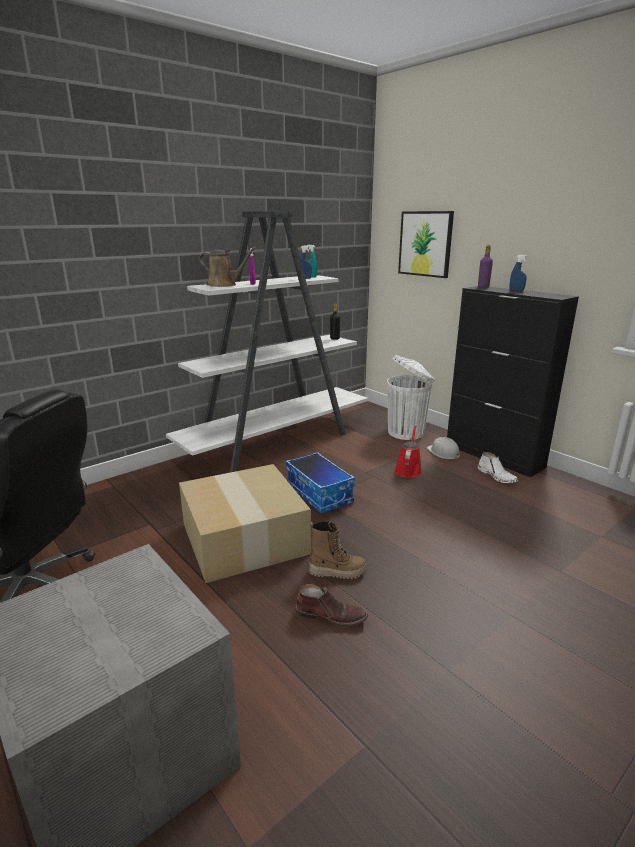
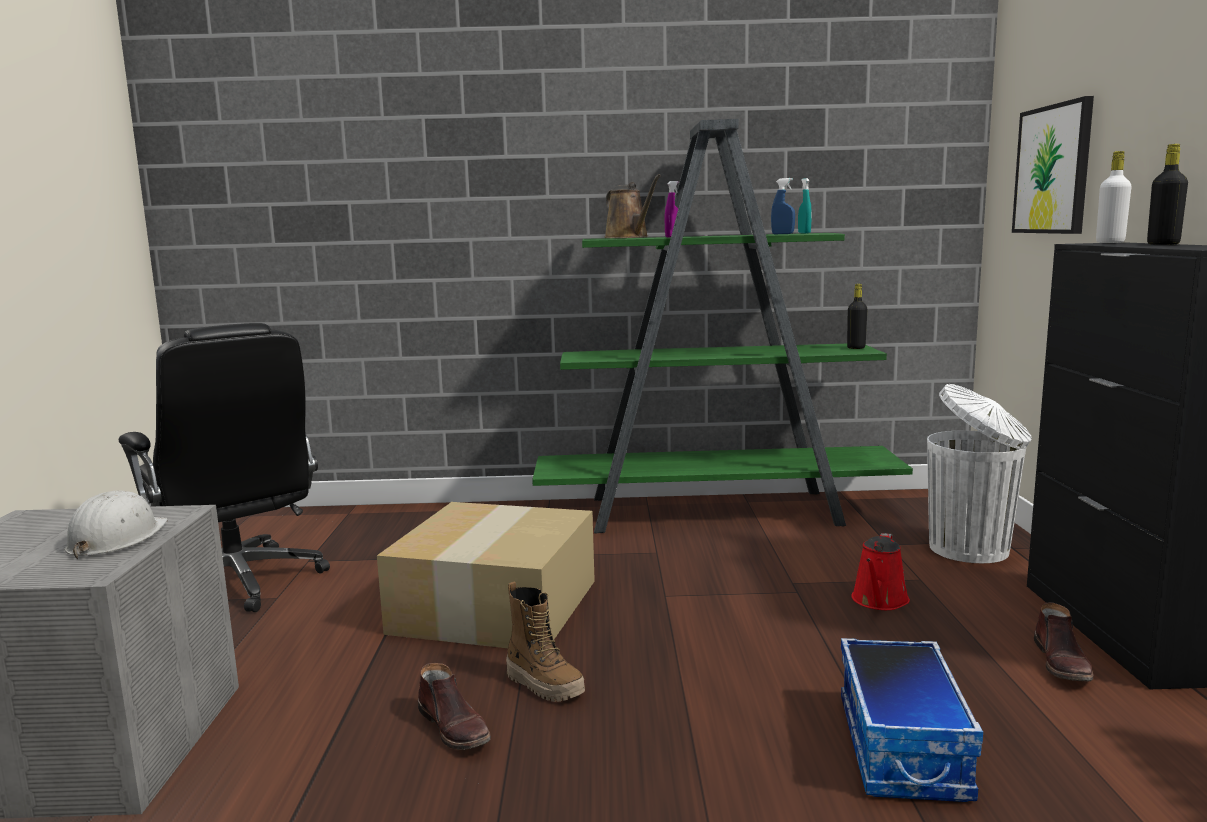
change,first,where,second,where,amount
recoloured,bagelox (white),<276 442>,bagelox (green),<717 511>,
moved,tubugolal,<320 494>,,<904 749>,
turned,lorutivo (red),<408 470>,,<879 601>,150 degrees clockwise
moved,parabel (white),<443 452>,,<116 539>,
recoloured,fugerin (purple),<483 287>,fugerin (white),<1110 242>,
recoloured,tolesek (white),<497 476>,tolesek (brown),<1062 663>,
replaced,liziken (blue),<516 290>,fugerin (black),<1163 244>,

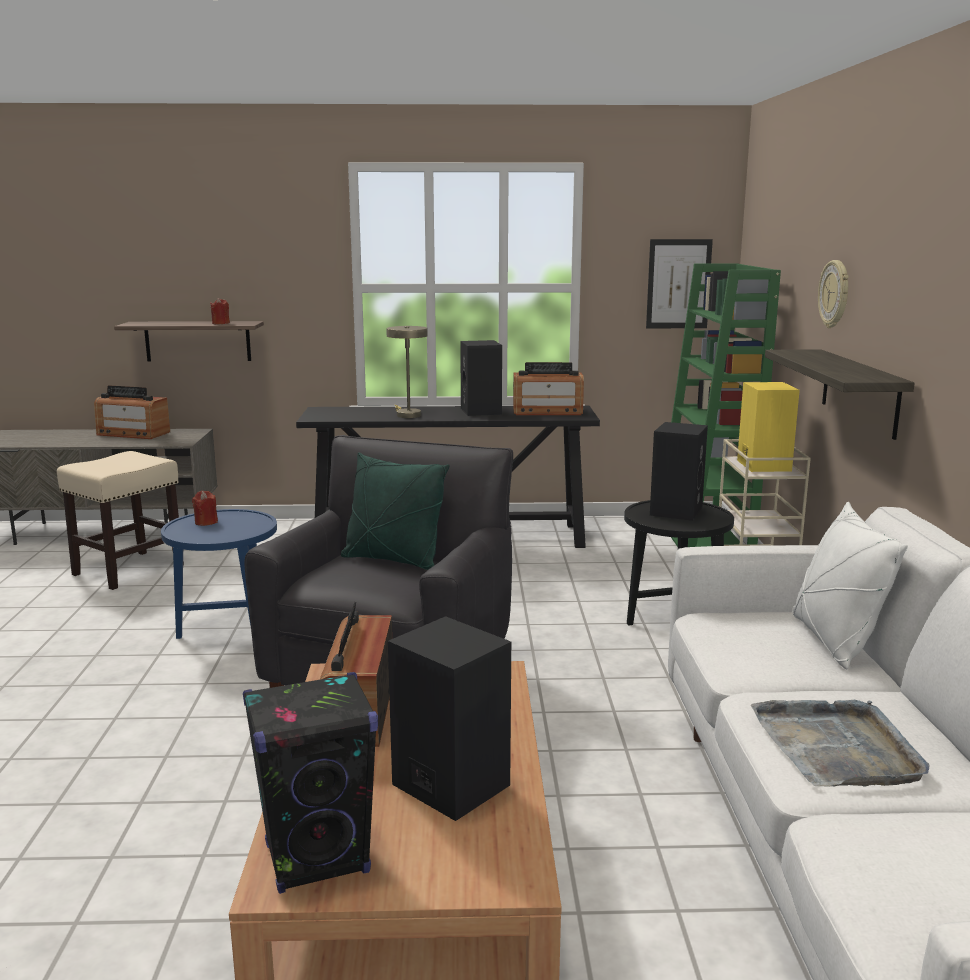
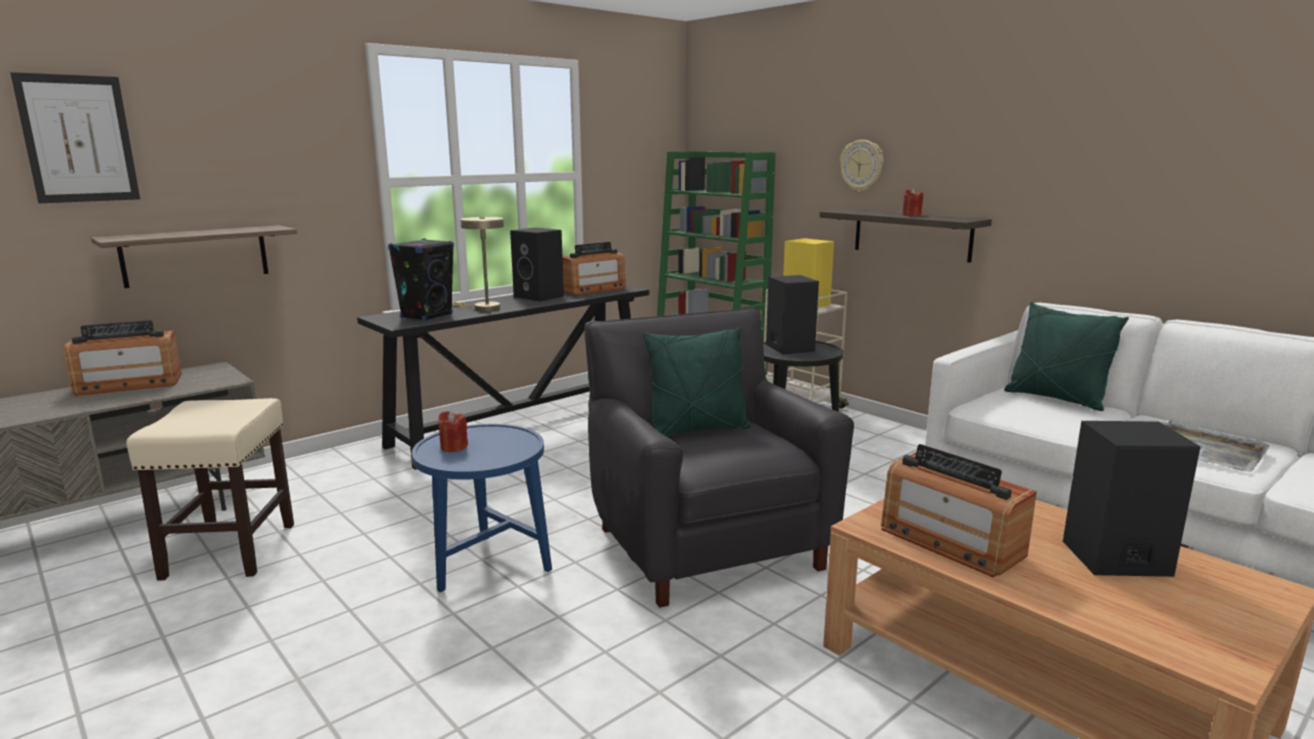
change,first,where,second,where,amount
moved,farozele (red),<220 323>,,<911 215>,
moved,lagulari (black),<318 859>,,<427 316>,
moved,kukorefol,<678 284>,,<78 139>,
recoloured,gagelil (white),<834 641>,gagelil (green),<1056 399>,

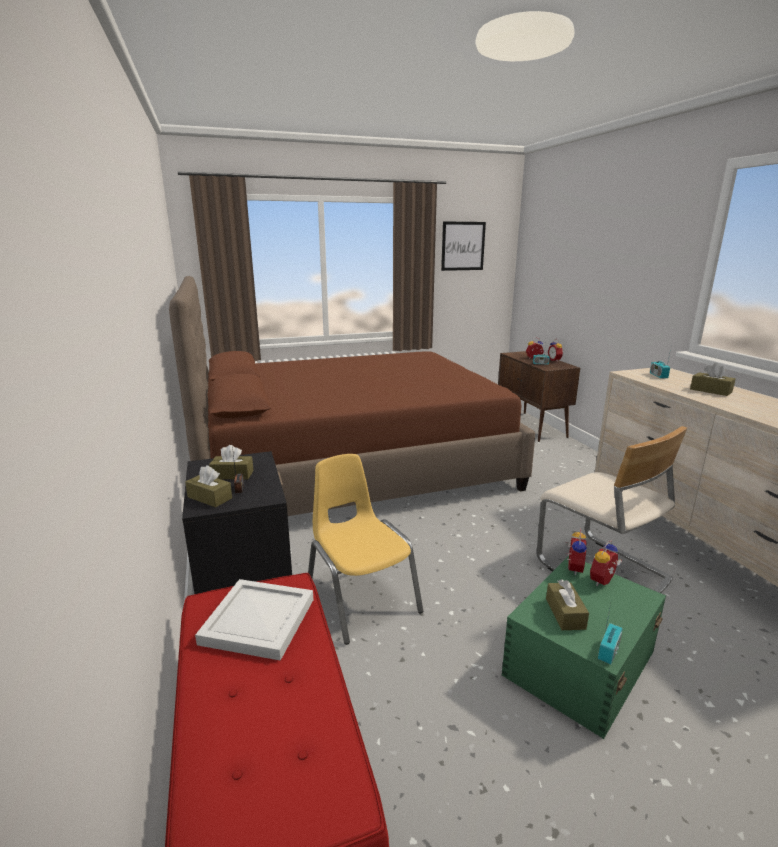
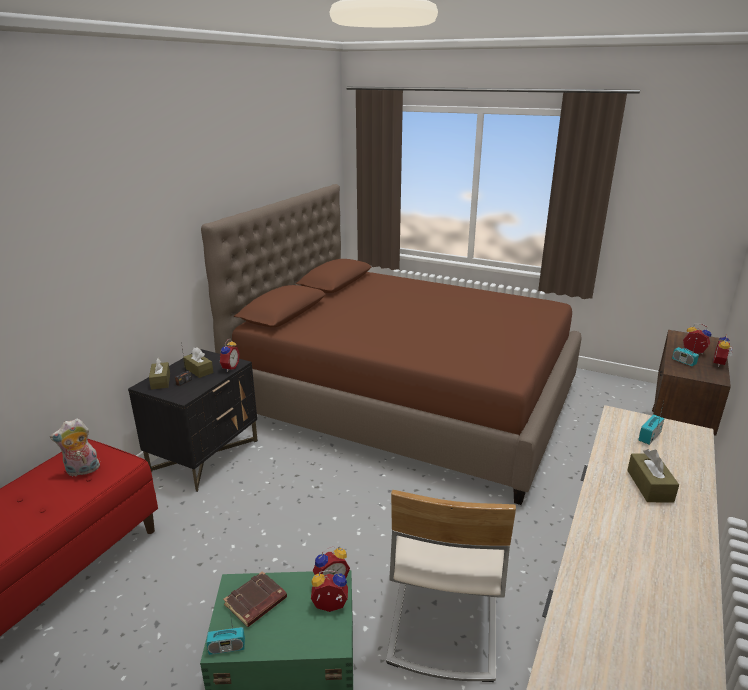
change,first,where,second,where,amount
replaced,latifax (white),<257 620>,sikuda,<82 471>,
removed,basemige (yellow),<361 597>,,,
removed,kukorefol,<463 246>,,,
replaced,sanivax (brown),<565 613>,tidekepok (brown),<256 603>,
added,,,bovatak,<229 368>,

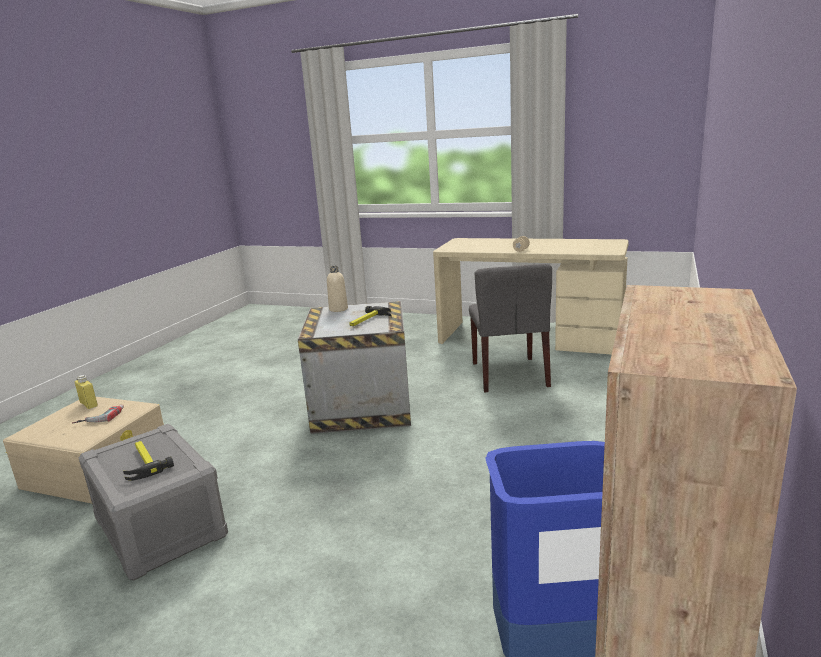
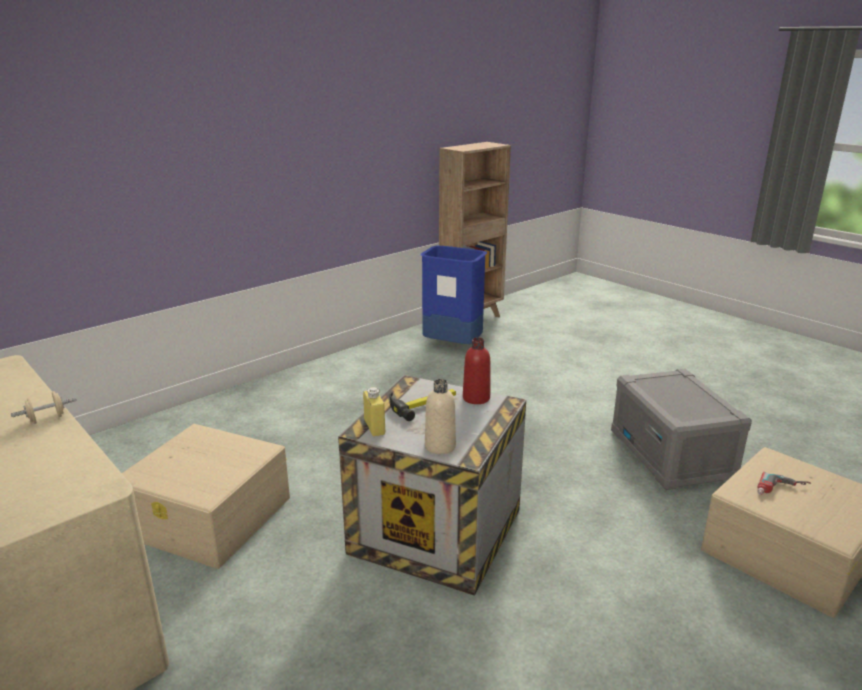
change,first,where,second,where,amount
moved,fugerin (yellow),<89 404>,,<374 427>,
removed,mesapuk,<143 462>,,,
replaced,basemige (grey),<510 374>,tubugolal (beige),<210 516>,
added,,,fugerin (red),<476 398>,

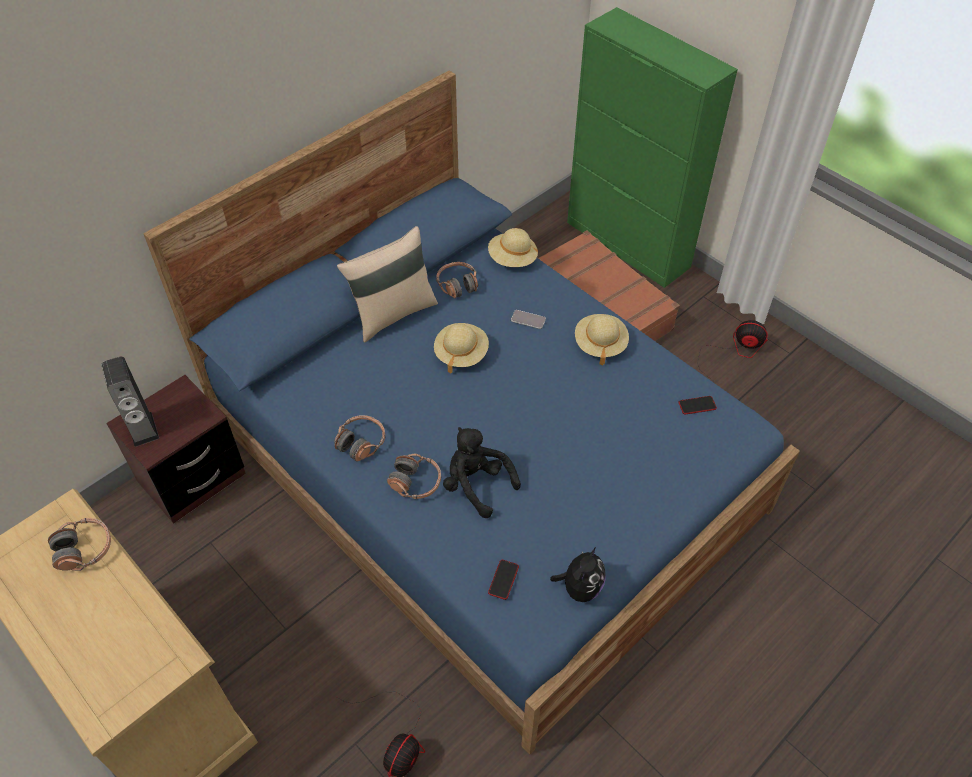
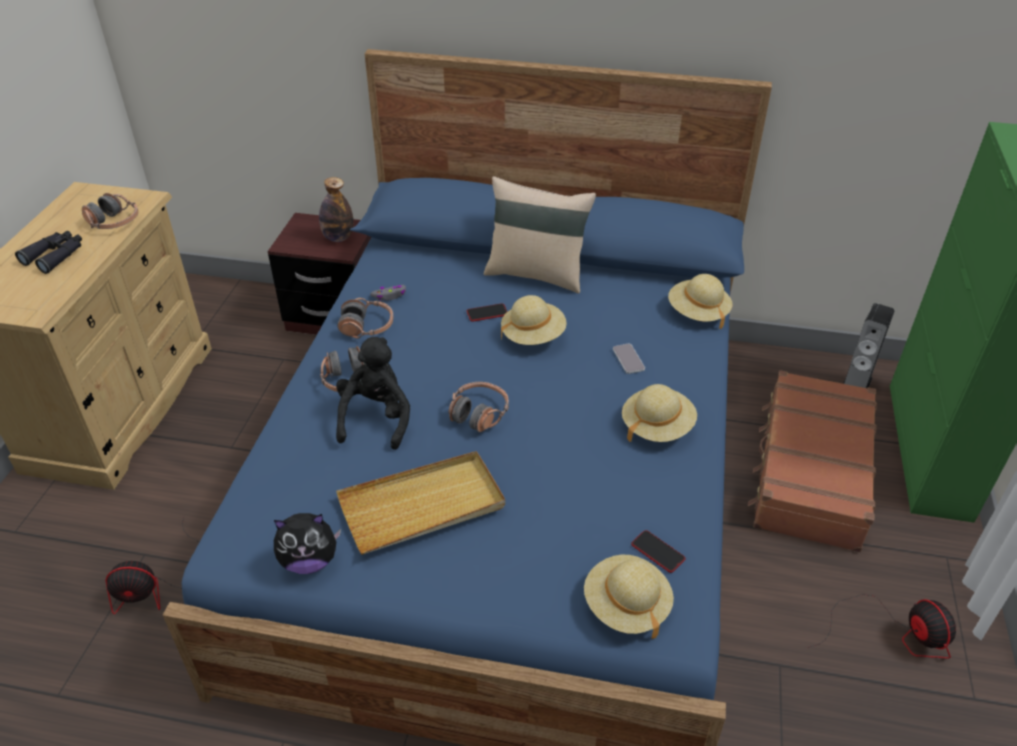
change,first,where,second,where,amount
moved,lagulari,<143 429>,,<856 384>,
moved,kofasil,<457 285>,,<479 413>,
moved,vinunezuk,<503 580>,,<487 313>,
added,,,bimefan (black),<56 256>,
added,,,fugerin,<338 238>,
added,,,latifax (beige),<422 506>,
added,,,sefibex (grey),<390 296>,
added,,,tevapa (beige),<626 606>,

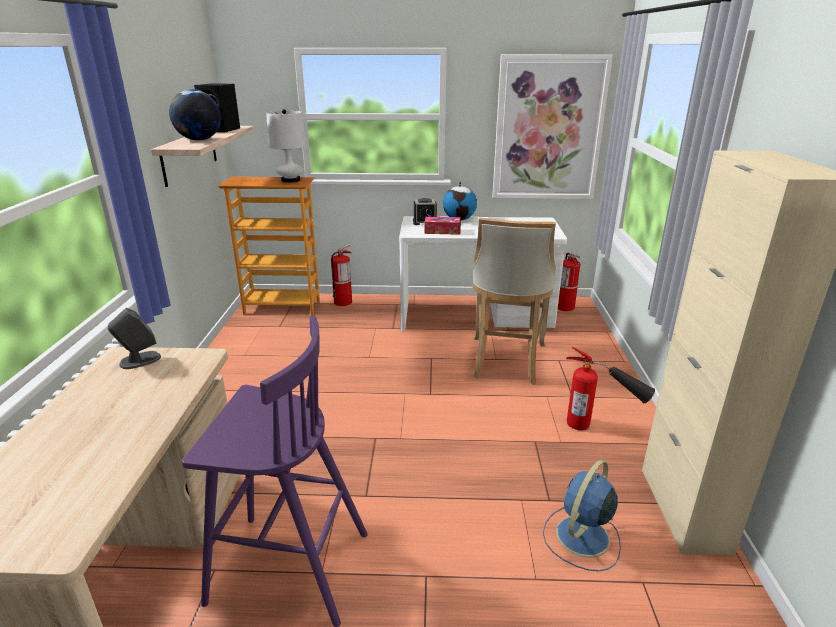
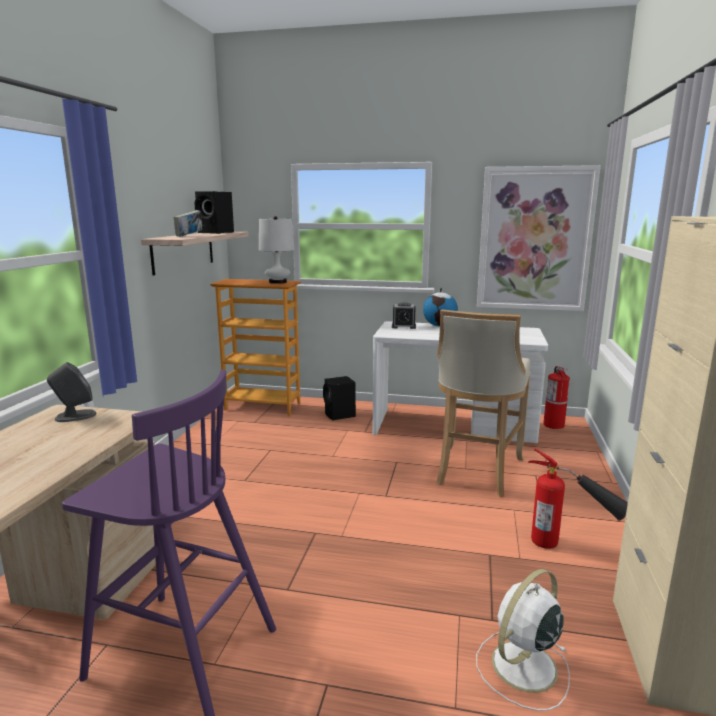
change,first,where,second,where,amount
replaced,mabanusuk,<199 140>,tidekepok,<189 236>,
removed,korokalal,<343 302>,,,
removed,sanivax,<442 231>,,,
recoloured,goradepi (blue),<581 537>,goradepi (white),<522 667>,
added,,,lagulari (black),<340 415>,

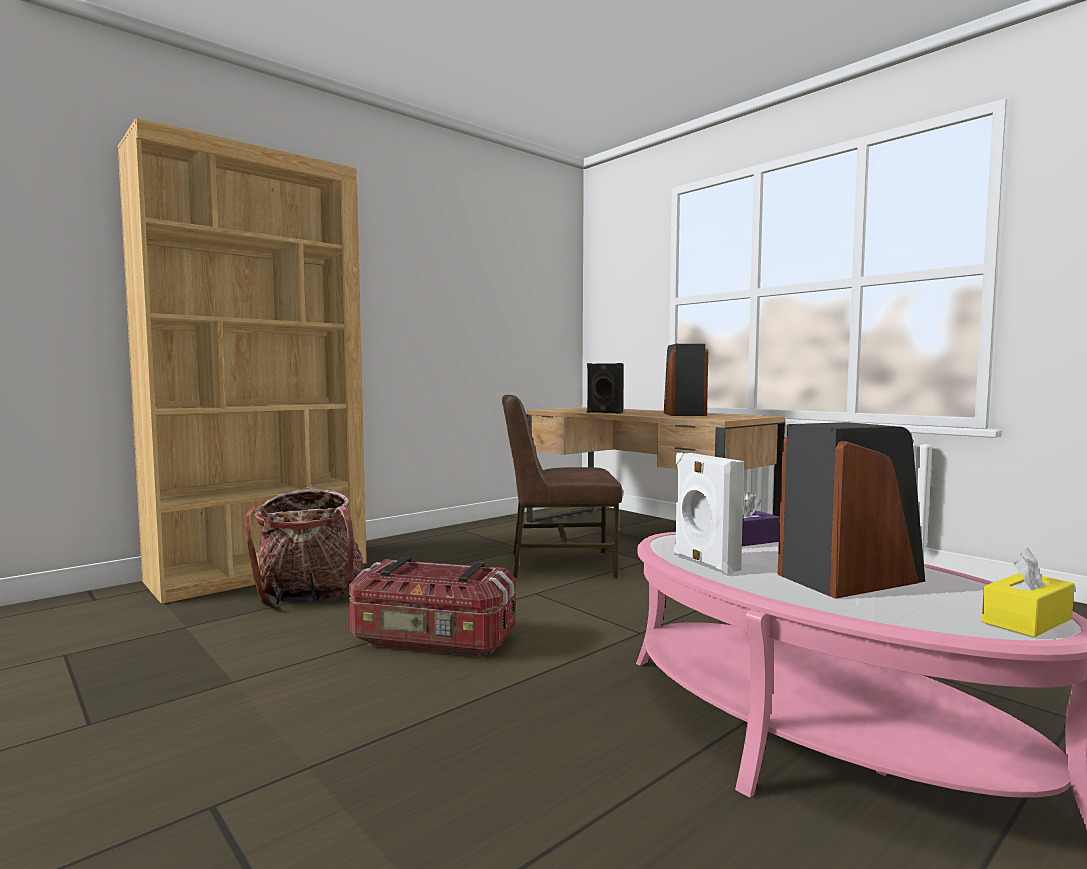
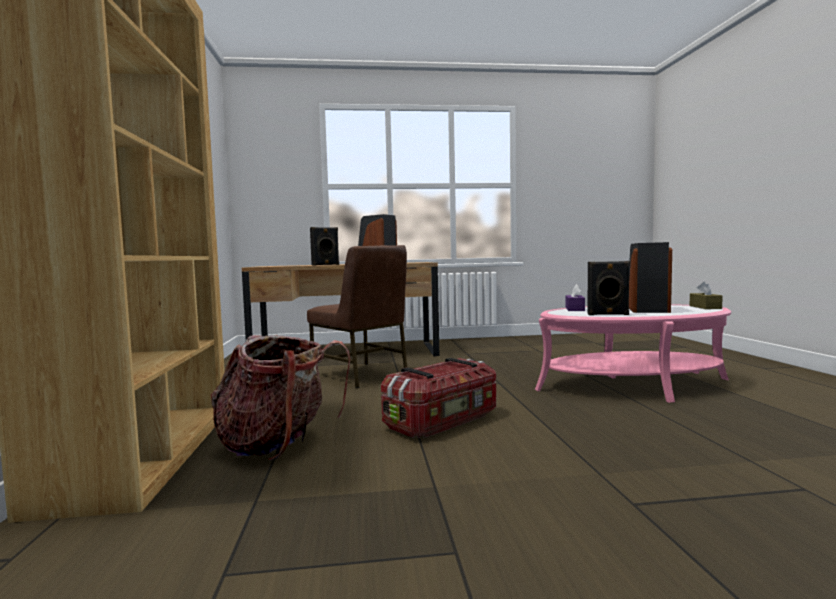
change,first,where,second,where,amount
turned,basemige (brown),<559 564>,,<361 375>,75 degrees counterclockwise
recoloured,lagulari (white),<704 563>,lagulari (black),<608 314>,
recoloured,sanivax (yellow),<1027 621>,sanivax (brown),<705 307>,

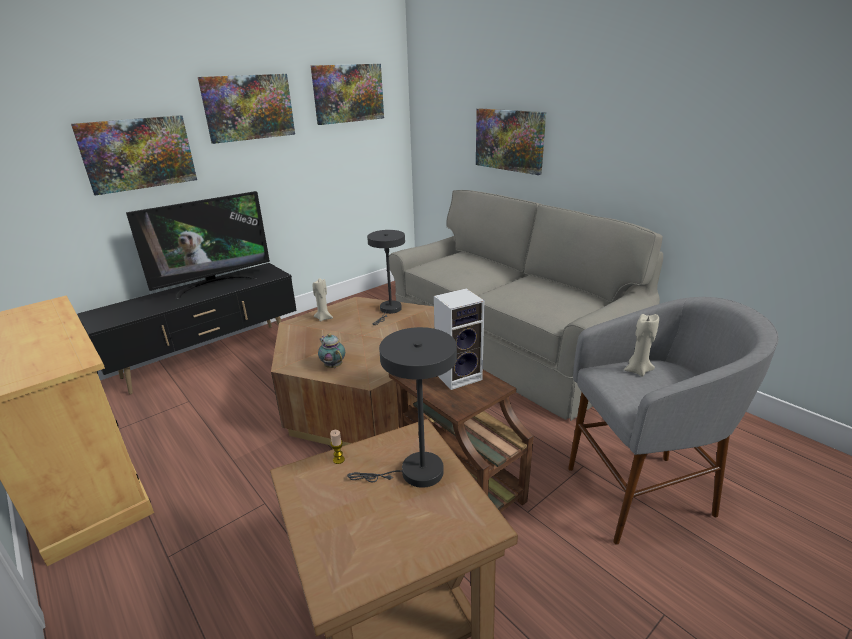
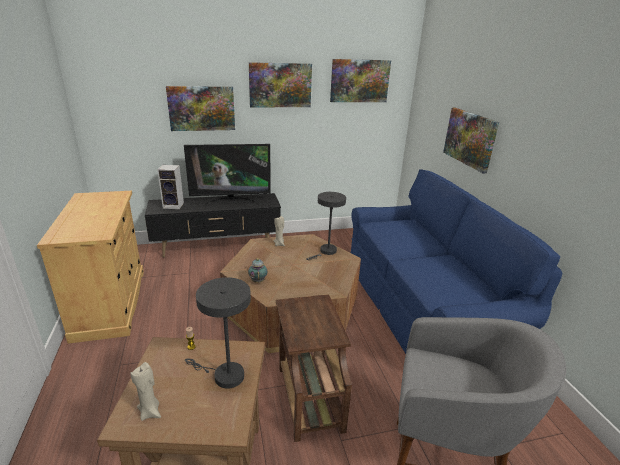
change,first,where,second,where,amount
recoloured,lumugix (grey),<507 346>,lumugix (blue),<421 306>,
moved,lagulari,<459 375>,,<174 205>,
moved,farozele (beige),<637 370>,,<150 412>,

